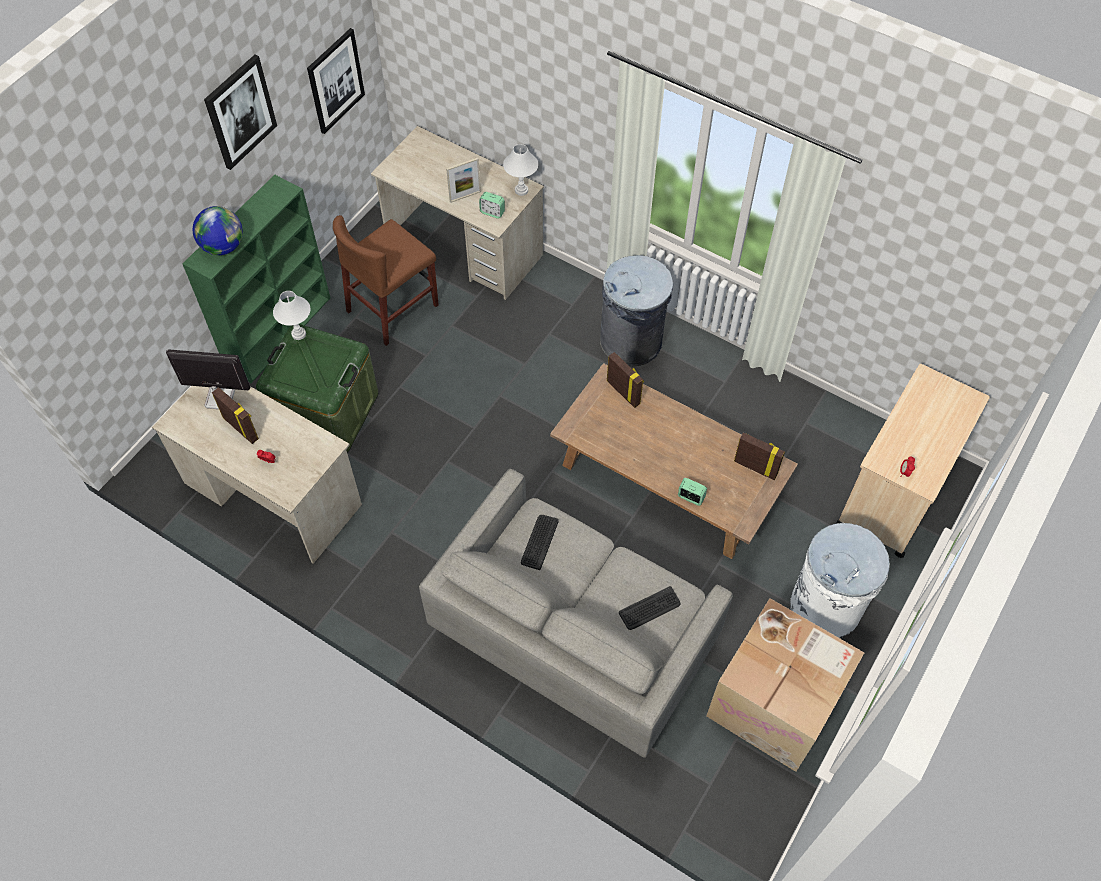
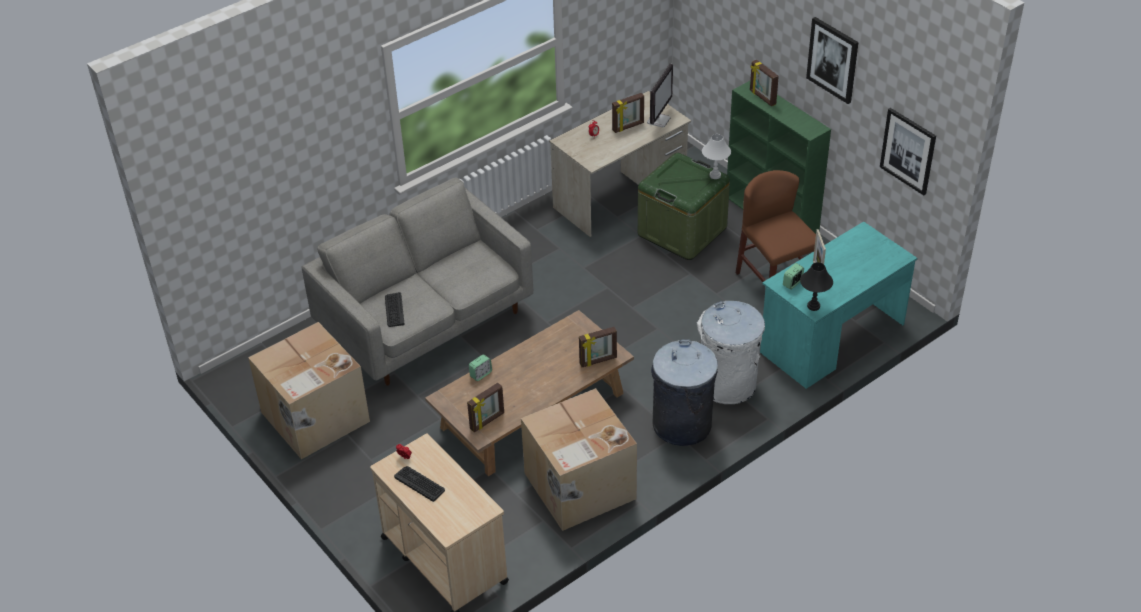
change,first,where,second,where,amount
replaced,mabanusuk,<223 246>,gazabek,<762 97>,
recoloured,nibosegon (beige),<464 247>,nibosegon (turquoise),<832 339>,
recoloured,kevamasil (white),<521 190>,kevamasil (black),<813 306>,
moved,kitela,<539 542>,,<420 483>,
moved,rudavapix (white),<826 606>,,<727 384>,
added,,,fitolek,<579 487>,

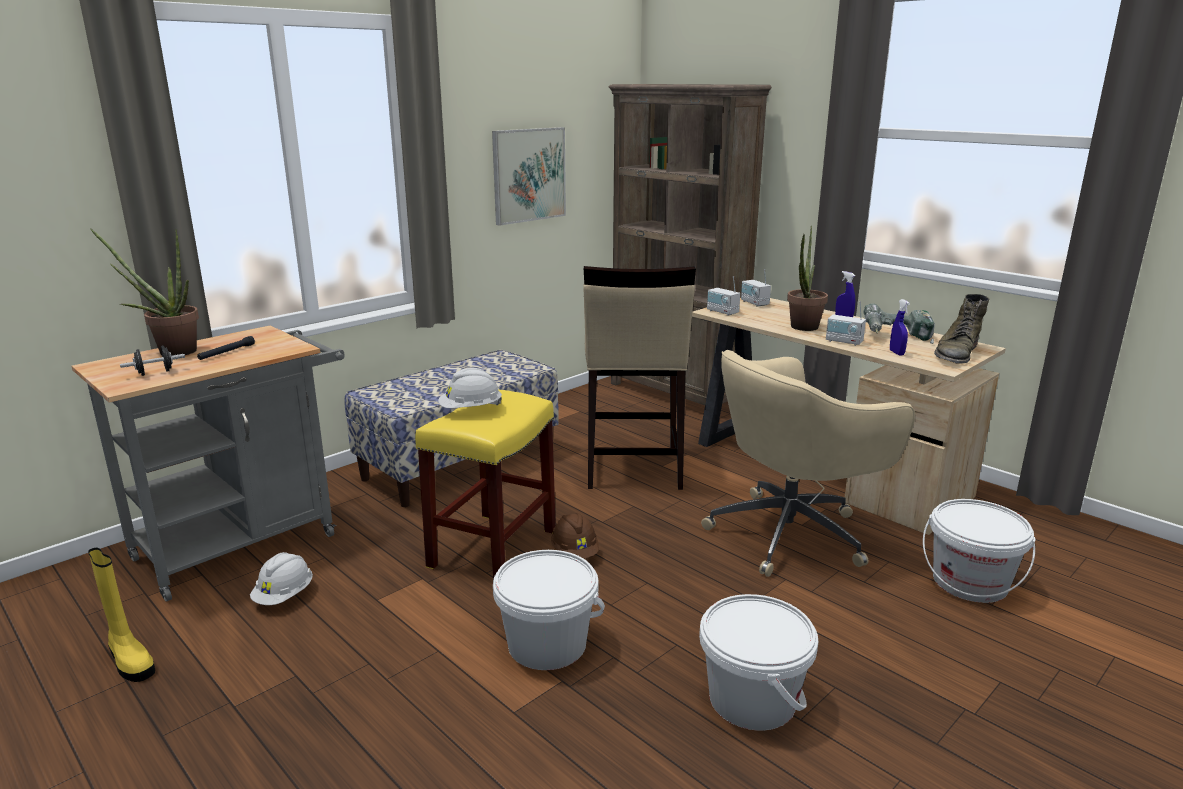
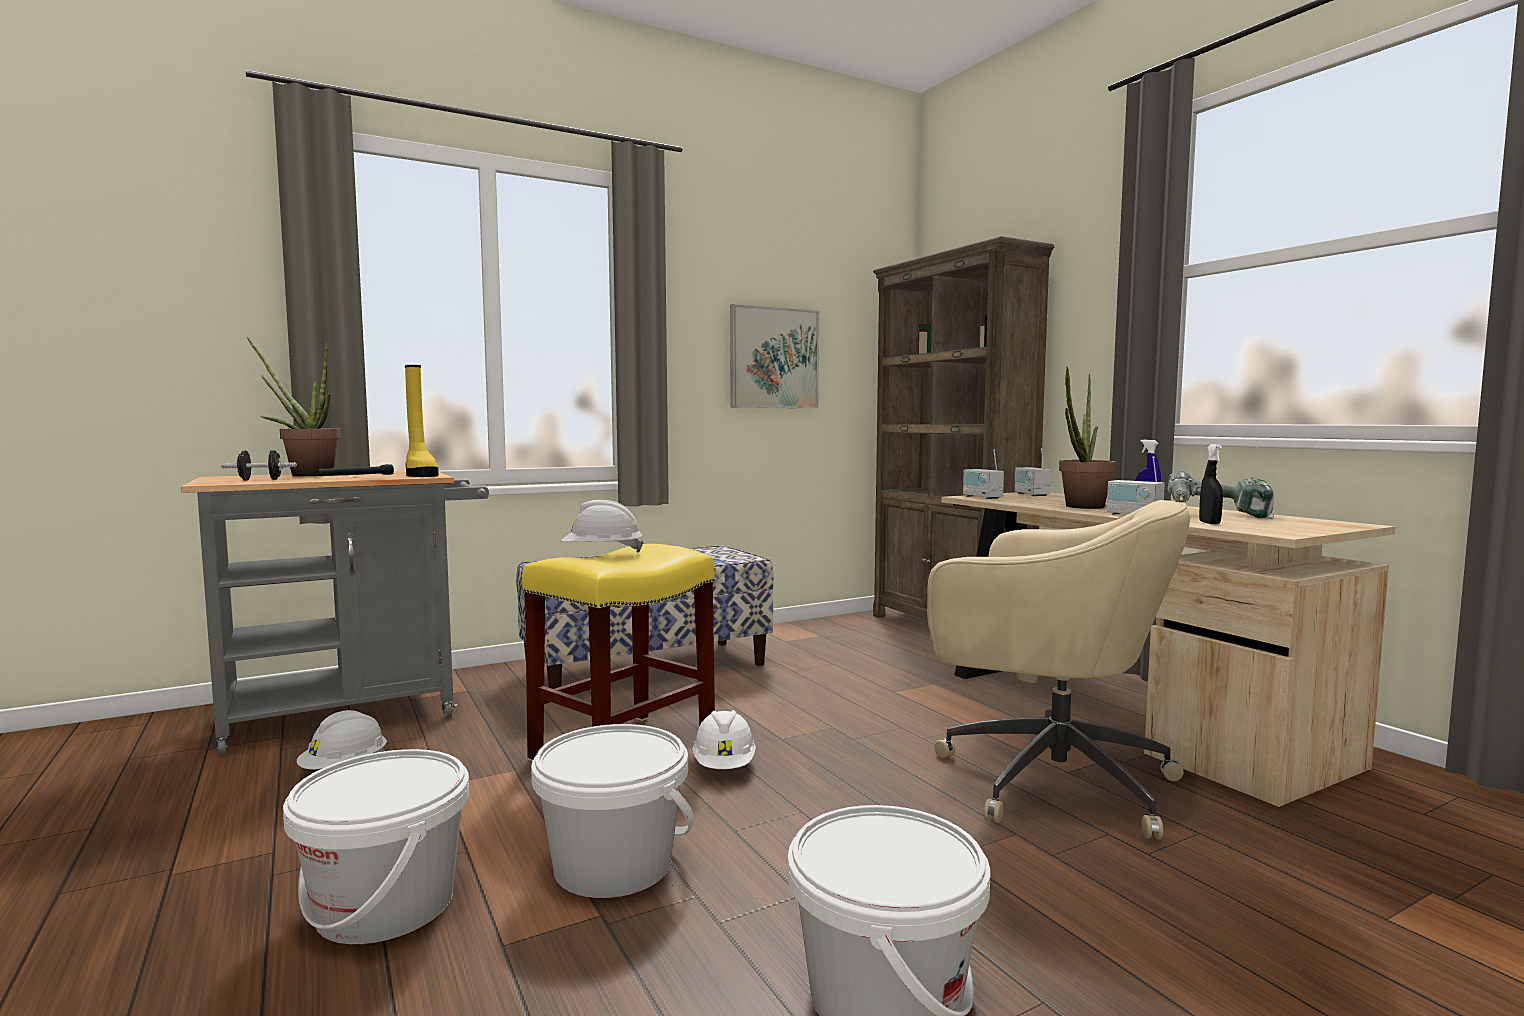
change,first,where,second,where,amount
moved,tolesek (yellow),<130 661>,,<419 474>,
recoloured,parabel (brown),<575 552>,parabel (white),<724 766>,
removed,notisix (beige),<632 467>,,,
turned,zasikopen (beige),<791 533>,,<1048 779>,135 degrees counterclockwise
recoloured,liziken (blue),<896 353>,liziken (black),<1209 523>,
moved,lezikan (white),<970 582>,,<385 905>,
removed,tolesek (green),<956 353>,,,

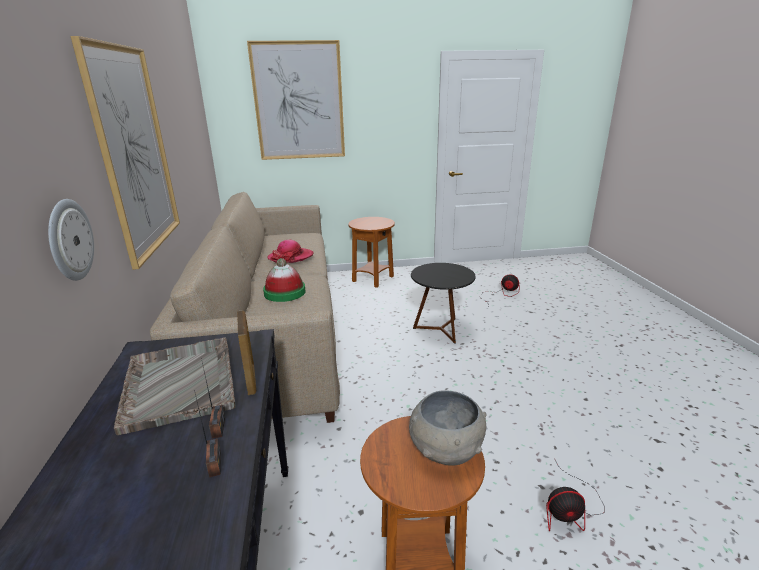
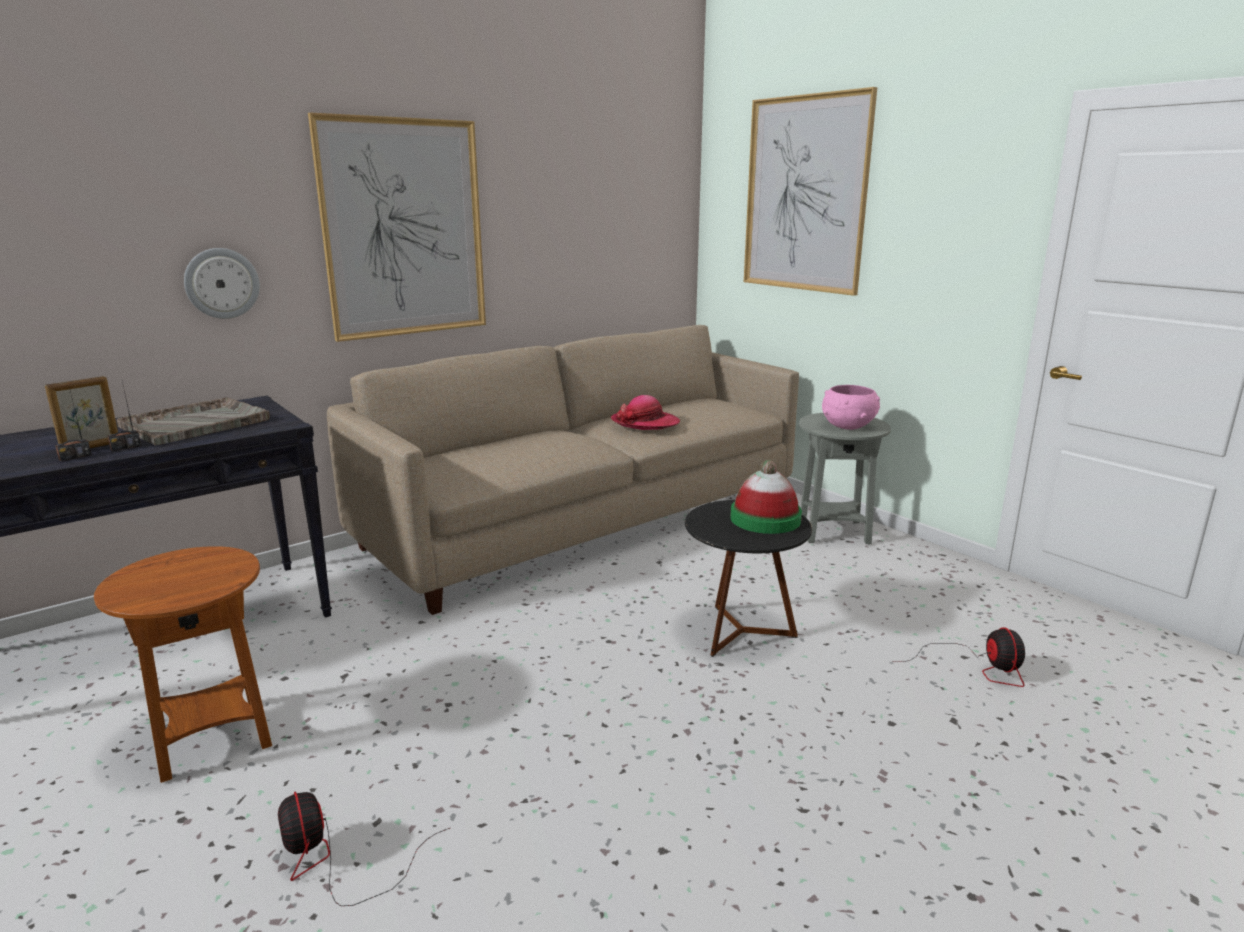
change,first,where,second,where,amount
moved,gazabek,<251 379>,,<91 447>,
moved,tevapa,<285 292>,,<765 519>,
recoloured,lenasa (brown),<373 279>,lenasa (grey),<834 532>,
removed,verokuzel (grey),<446 449>,,,
added,,,verokuzel (pink),<848 426>,

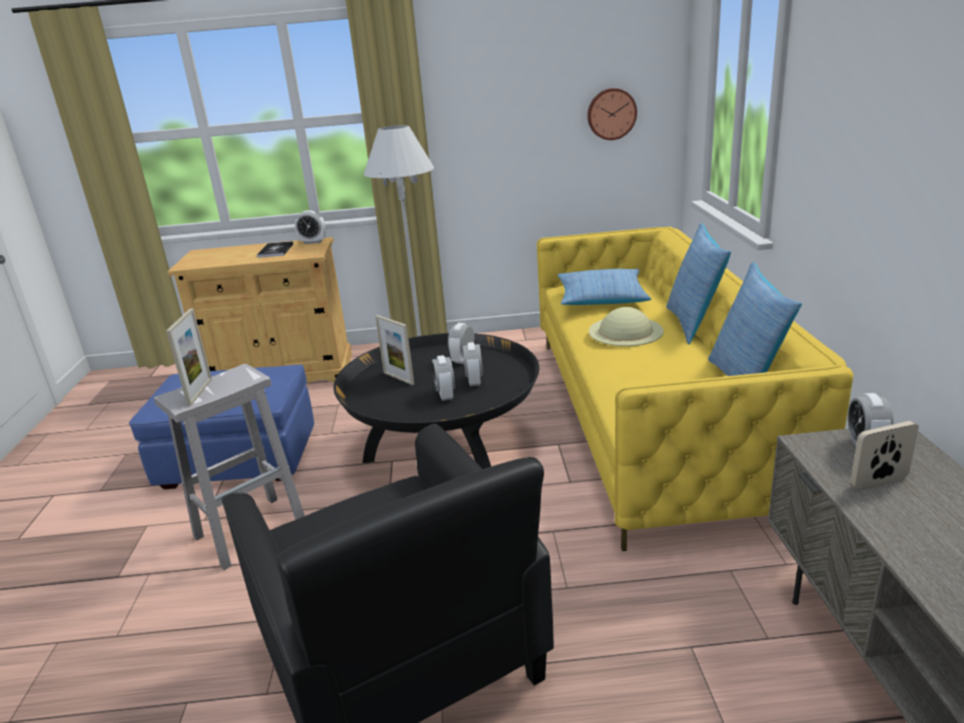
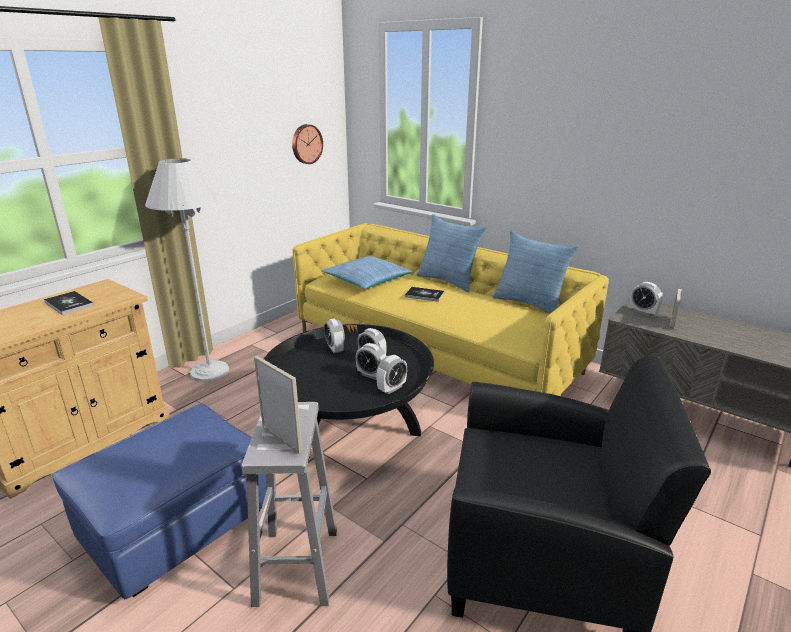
change,first,where,second,where,amount
moved,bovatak,<313 242>,,<392 388>,
removed,gazabek,<398 378>,,,
replaced,tevapa (beige),<625 331>,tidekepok,<424 295>,

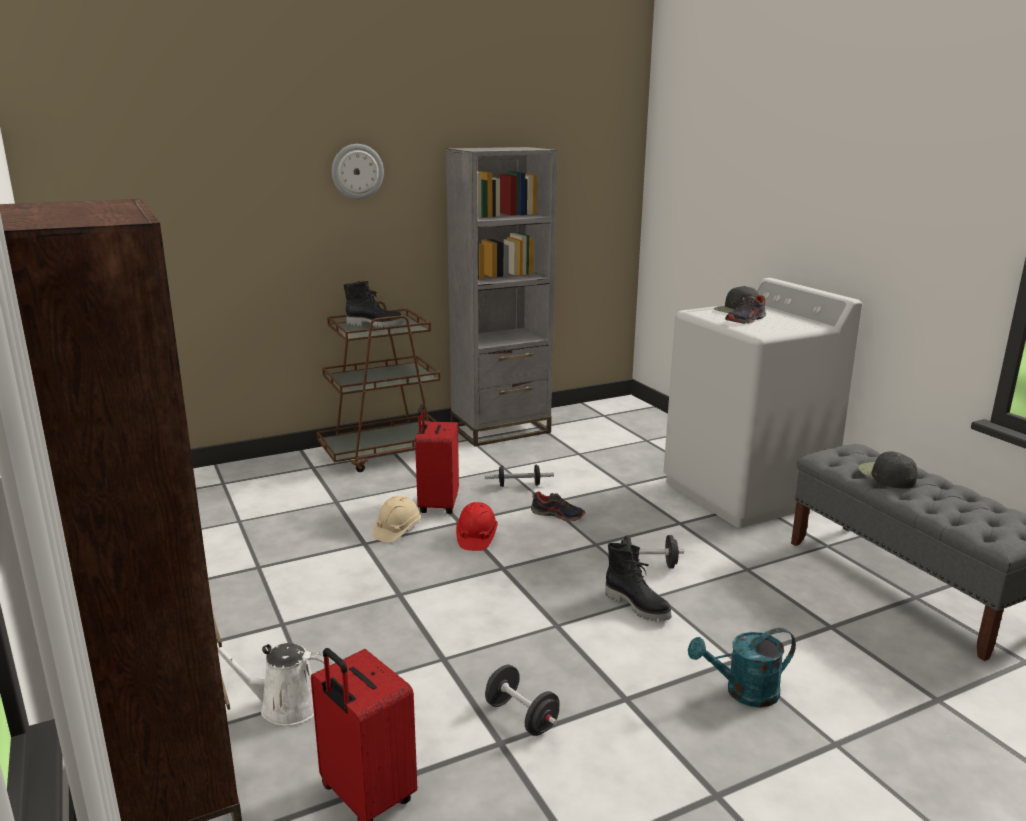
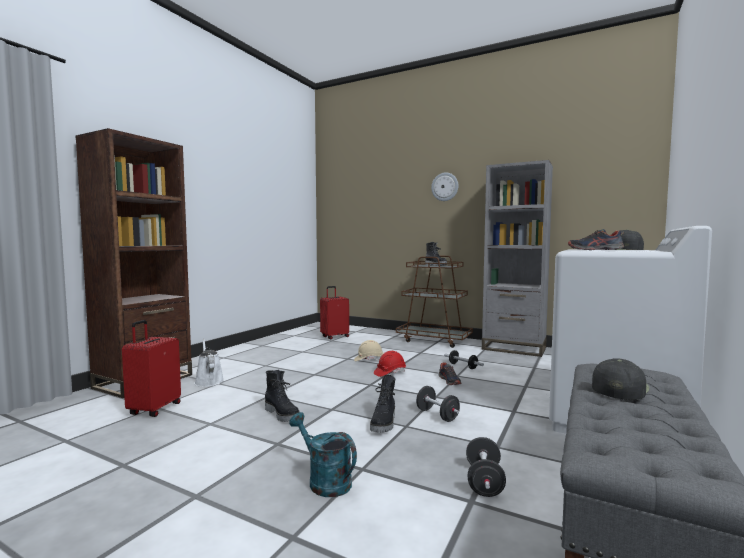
change,first,where,second,where,amount
moved,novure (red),<437 505>,,<334 337>,
moved,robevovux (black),<521 717>,,<484 482>,
added,,,tolesek (black),<282 414>,

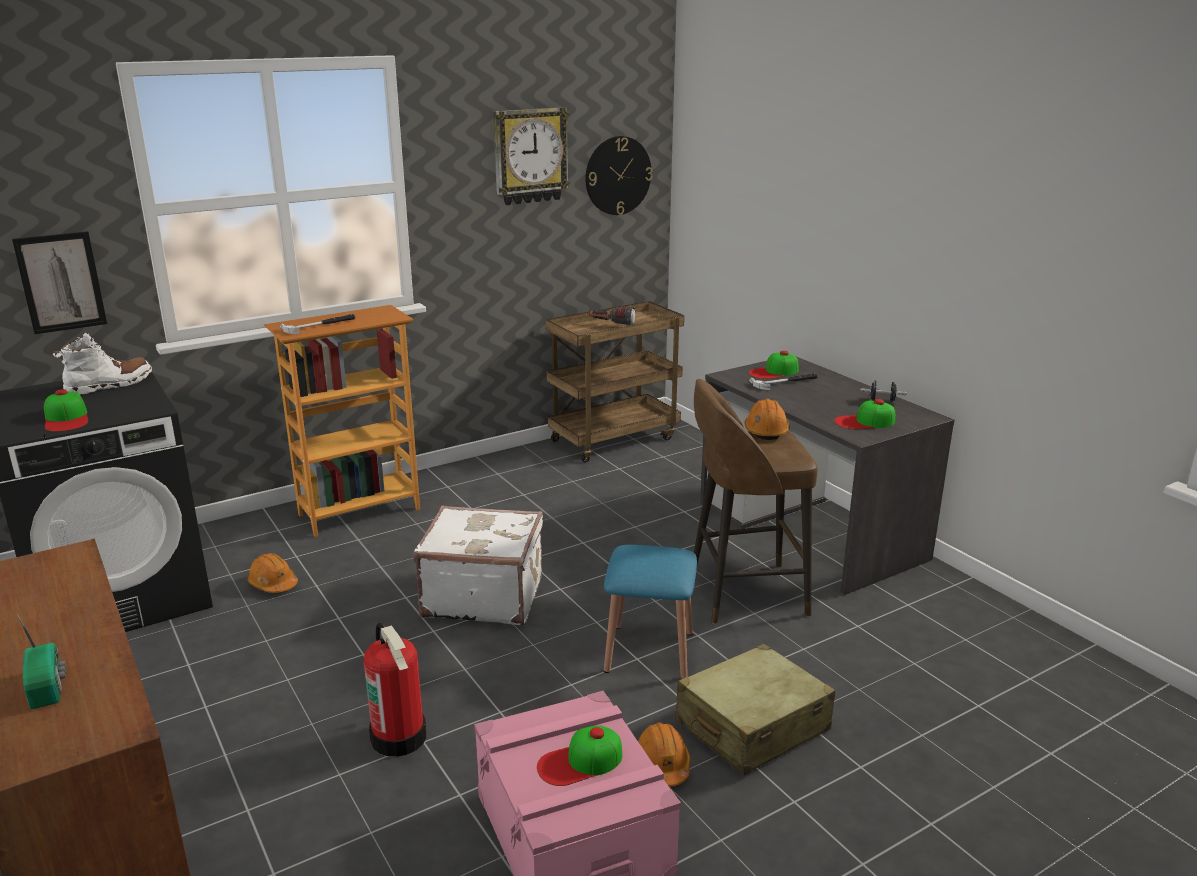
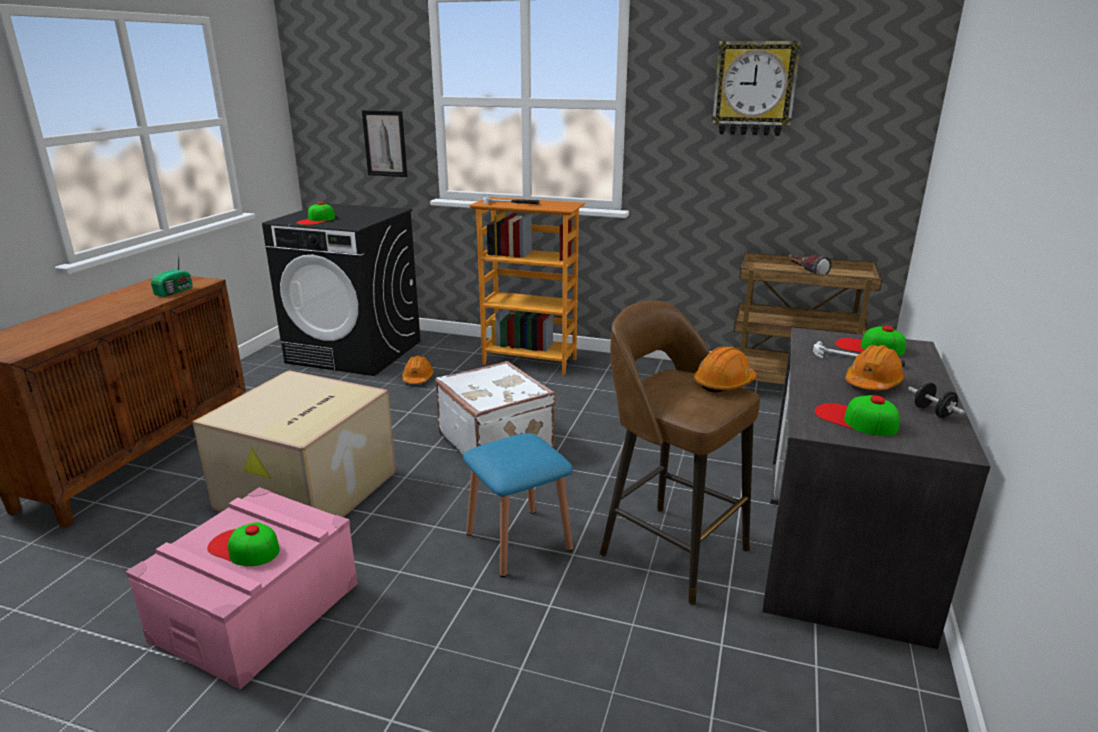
change,first,where,second,where,amount
moved,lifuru,<48 686>,,<175 291>,
removed,tolesek (white),<110 385>,,,
replaced,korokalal,<400 737>,fitolek,<308 491>,
removed,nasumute,<618 175>,,,
moved,parabel (orange),<662 765>,,<872 382>,
removed,novure (beige),<751 726>,,,

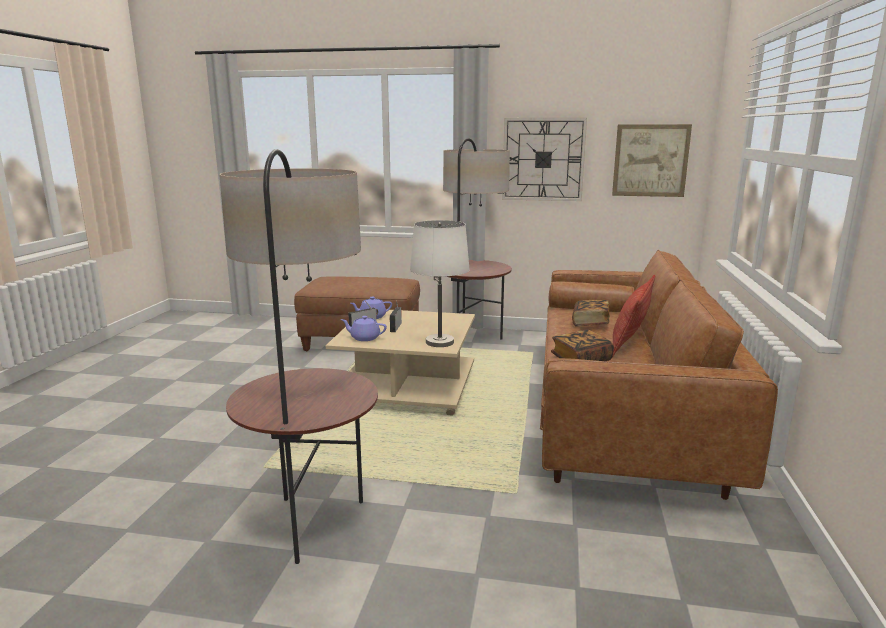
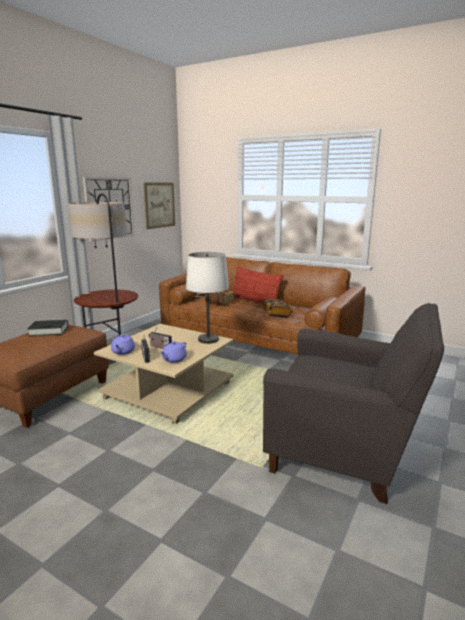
change,first,where,second,where,amount
replaced,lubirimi,<313 525>,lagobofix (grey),<346 451>,
added,,,tidekepok (black),<49 331>,

